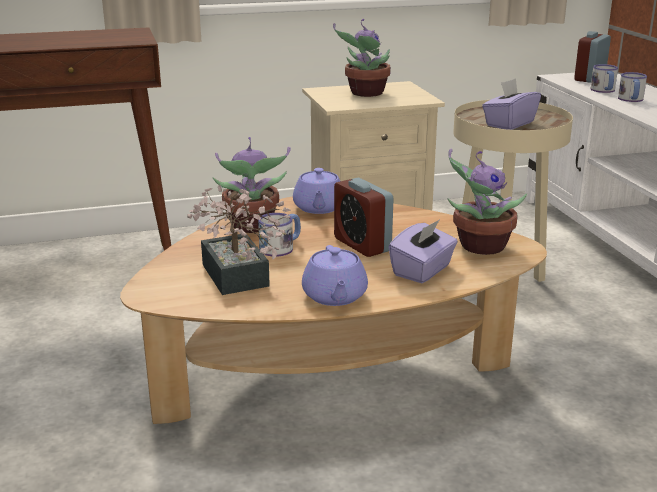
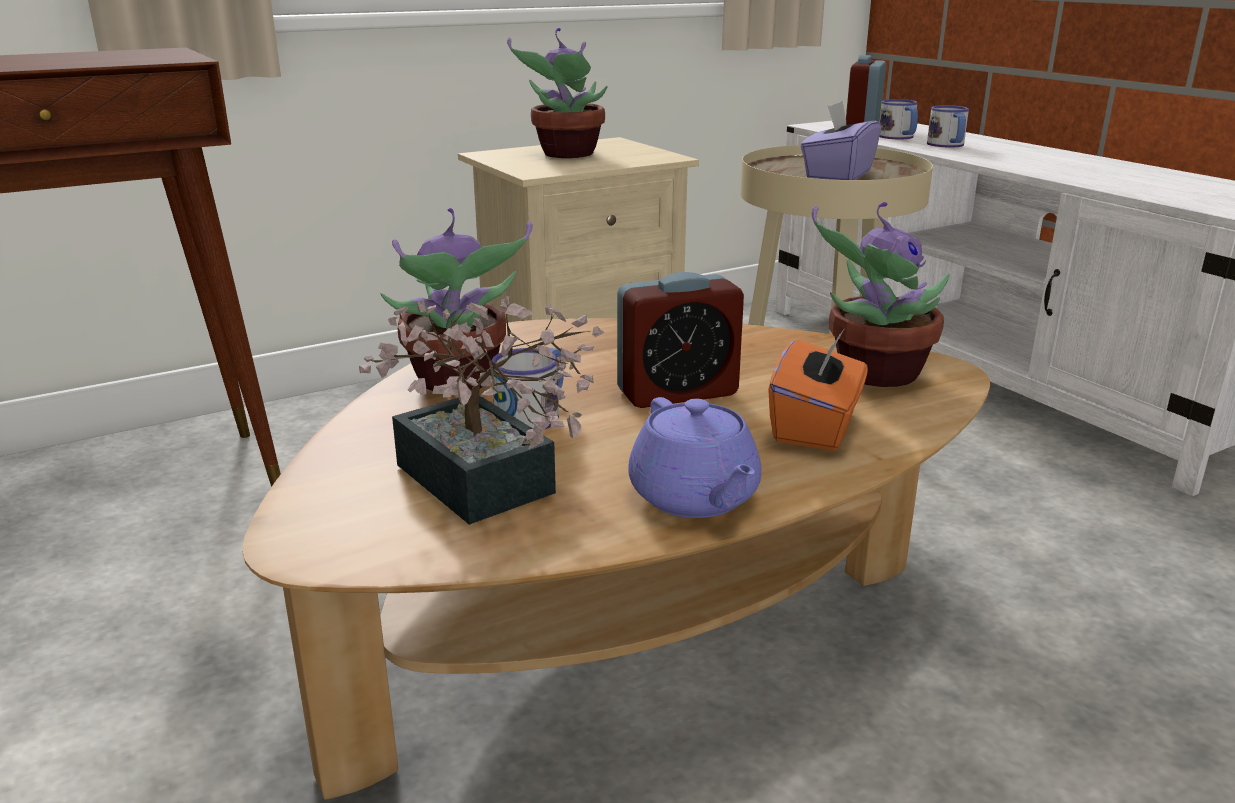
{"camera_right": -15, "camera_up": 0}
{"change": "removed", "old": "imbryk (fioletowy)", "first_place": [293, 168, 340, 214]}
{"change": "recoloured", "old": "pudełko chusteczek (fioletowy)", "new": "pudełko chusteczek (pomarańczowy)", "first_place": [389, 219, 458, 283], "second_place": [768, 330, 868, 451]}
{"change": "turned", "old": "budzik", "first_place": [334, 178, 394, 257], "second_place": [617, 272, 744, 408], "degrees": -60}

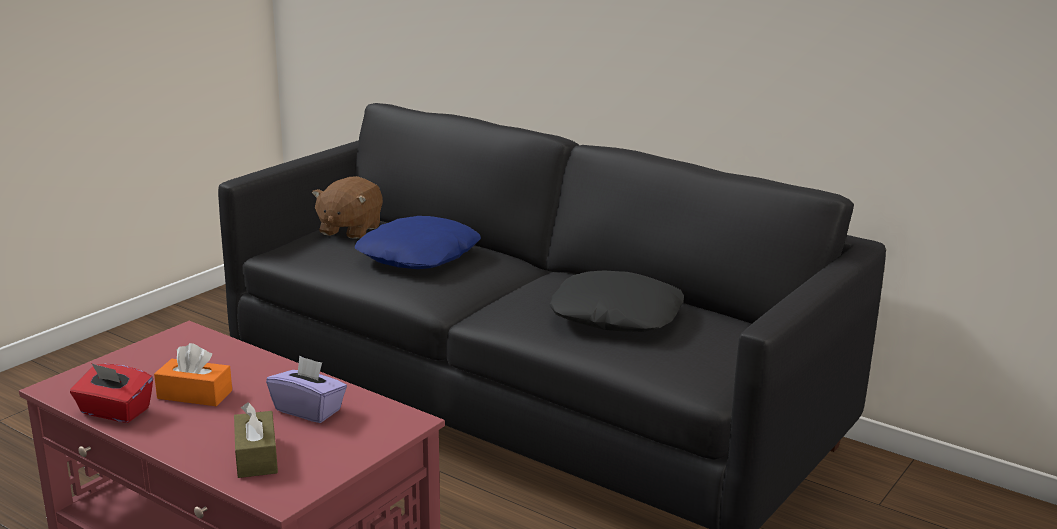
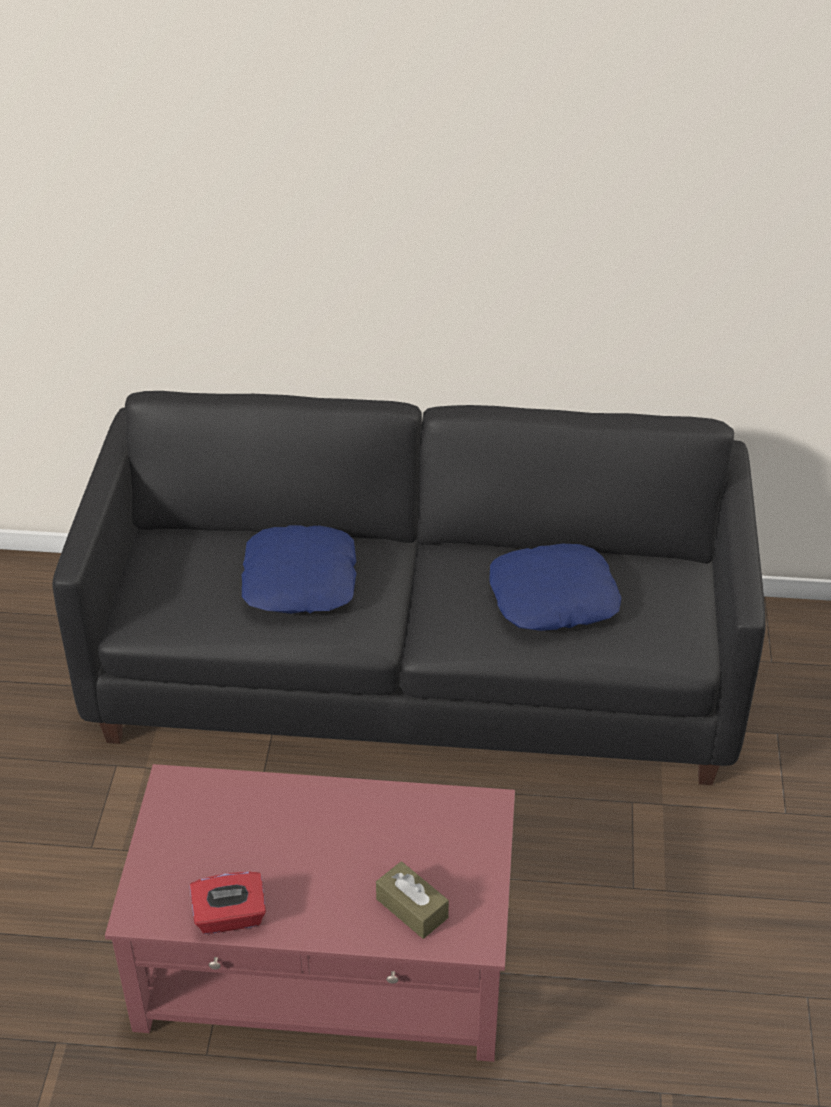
{"camera_right": -30, "camera_up": 20}
{"change": "removed", "old": "pudełko chusteczek (pomarańczowy)", "first_place": [154, 343, 232, 406]}
{"change": "removed", "old": "pudełko chusteczek (fioletowy)", "first_place": [266, 355, 347, 423]}
{"change": "removed", "old": "pluszak (brązowy)", "first_place": [312, 176, 383, 238]}
{"change": "recoloured", "old": "poduszka (czarny)", "new": "poduszka (niebieski)", "first_place": [549, 270, 684, 332], "second_place": [490, 544, 622, 631]}

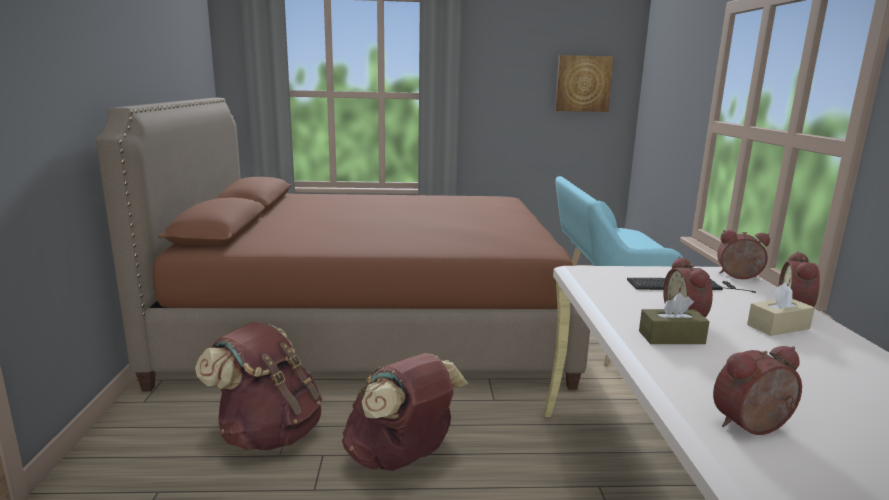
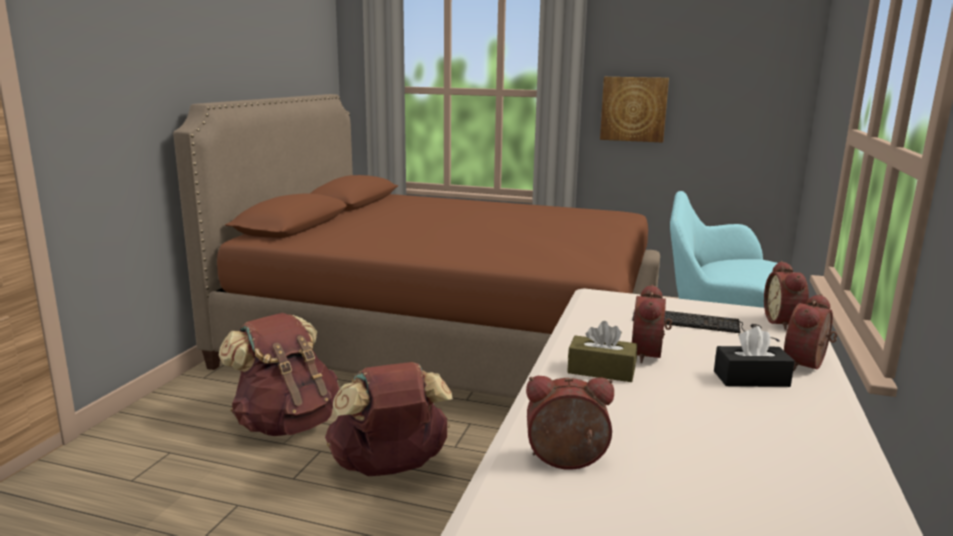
{"camera_right": 20, "camera_up": 0}
{"change": "moved", "old": "obraz", "first_place": [555, 55, 614, 112], "second_place": [600, 77, 669, 143]}
{"change": "recoloured", "old": "pudełko chusteczek (beżowy)", "new": "pudełko chusteczek (czarny)", "first_place": [747, 283, 815, 336], "second_place": [714, 326, 795, 387]}
{"change": "turned", "old": "budzik", "first_place": [717, 230, 770, 279], "second_place": [764, 261, 809, 330], "degrees": -120}

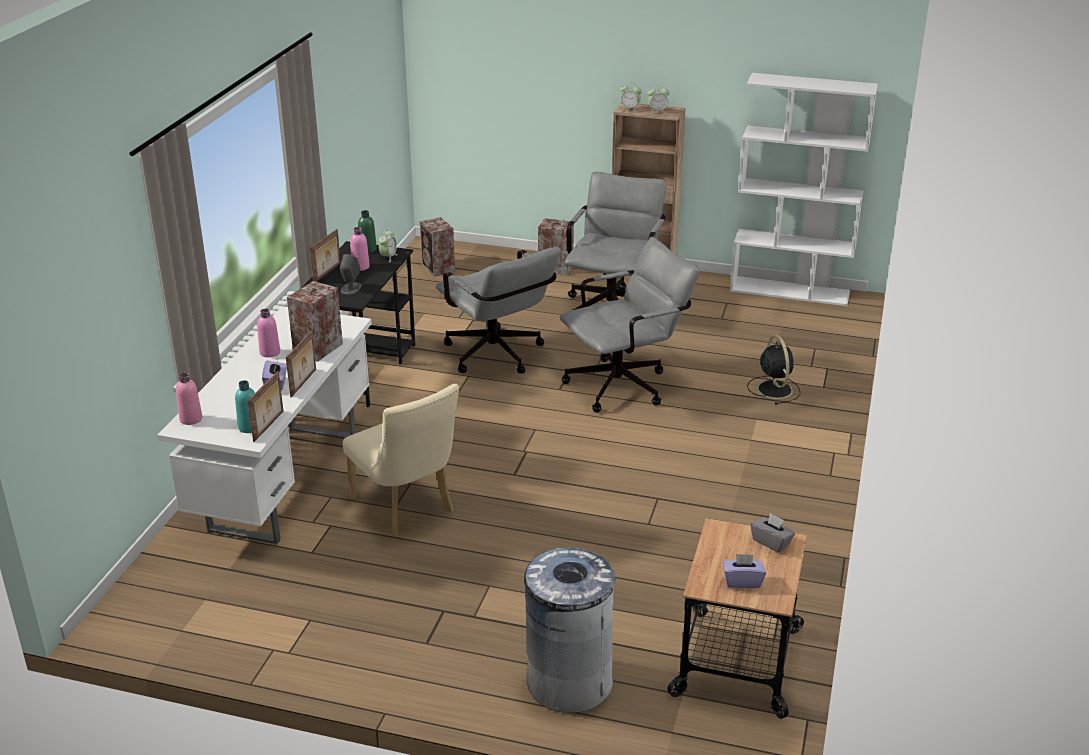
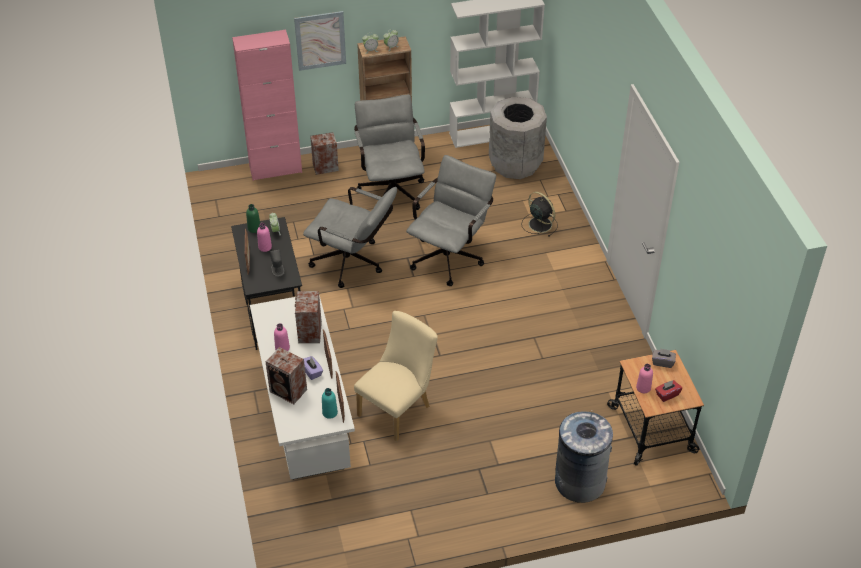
{"camera_right": -30, "camera_up": 15}
{"change": "added", "new": "szafka (różowy)", "second_place": [232, 30, 302, 181]}
{"change": "added", "new": "obraz", "second_place": [294, 11, 346, 71]}
{"change": "added", "new": "kosz na śmieci (szary)", "second_place": [489, 97, 547, 179]}
{"change": "moved", "old": "butelka (różowy)", "first_place": [176, 373, 202, 425], "second_place": [636, 364, 653, 393]}
{"change": "moved", "old": "głośnik", "first_place": [420, 217, 455, 276], "second_place": [266, 347, 307, 404]}
{"change": "recoloured", "old": "pudełko chusteczek (fioletowy)", "new": "pudełko chusteczek (czerwony)", "first_place": [723, 554, 766, 588], "second_place": [655, 380, 682, 402]}
{"change": "turned", "old": "krzesło (beżowy)", "first_place": [343, 384, 459, 536], "second_place": [354, 311, 438, 442], "degrees": -75}

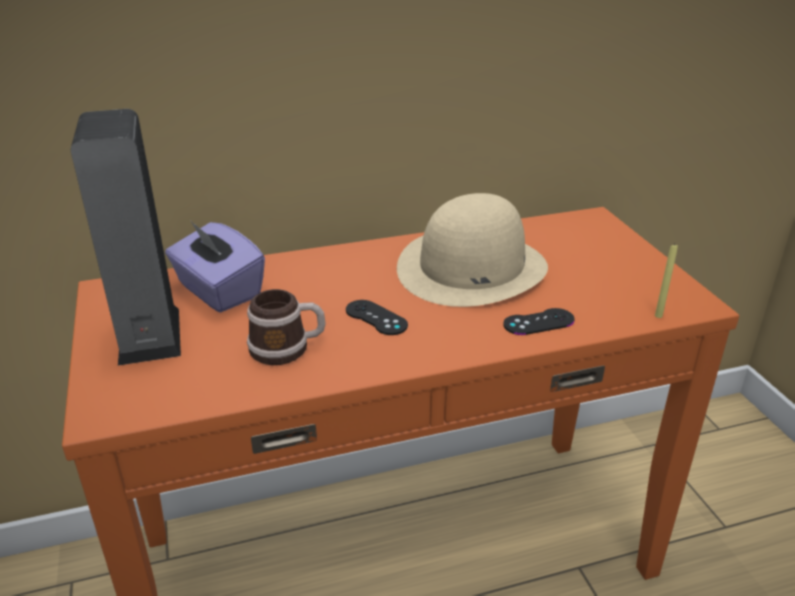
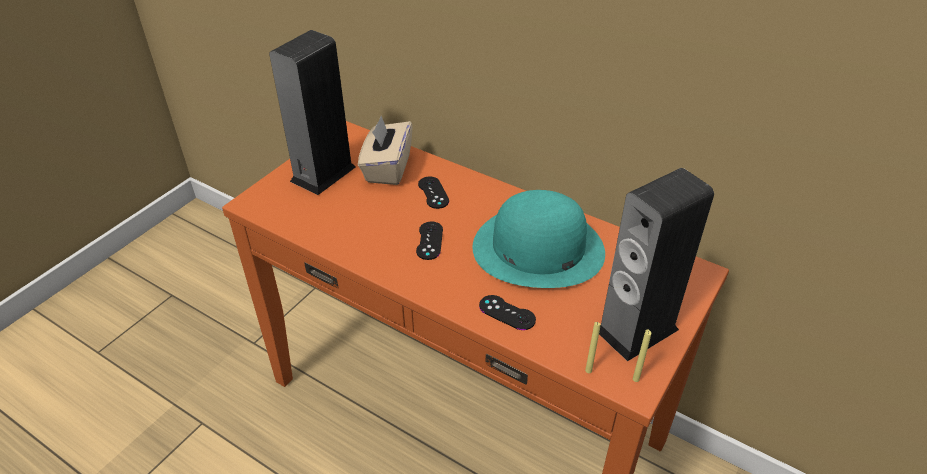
{"camera_right": 50, "camera_up": 10}
{"change": "removed", "old": "kubek", "first_place": [247, 289, 326, 365]}
{"change": "added", "new": "pad do gier (czarny)", "second_place": [418, 177, 449, 209]}
{"change": "added", "new": "głośnik", "second_place": [599, 168, 714, 361]}
{"change": "added", "new": "świeca (żółty)", "second_place": [633, 329, 651, 382]}
{"change": "recoloured", "old": "pudełko chusteczek (fioletowy)", "new": "pudełko chusteczek (beżowy)", "first_place": [165, 220, 265, 312], "second_place": [358, 116, 413, 185]}
{"change": "recoloured", "old": "kapelusz (beżowy)", "new": "kapelusz (turkusowy)", "first_place": [397, 193, 548, 307], "second_place": [473, 190, 605, 288]}

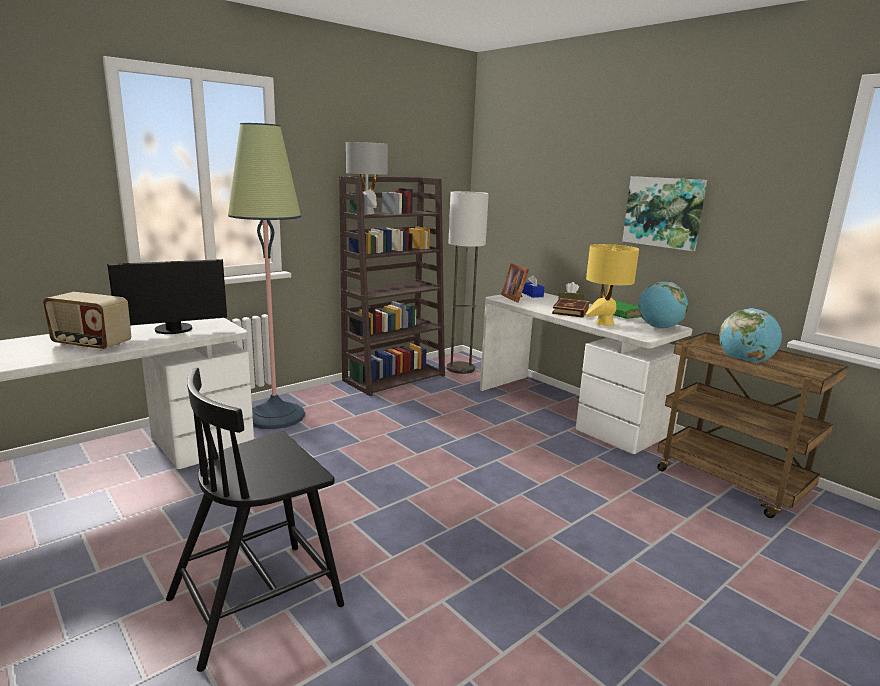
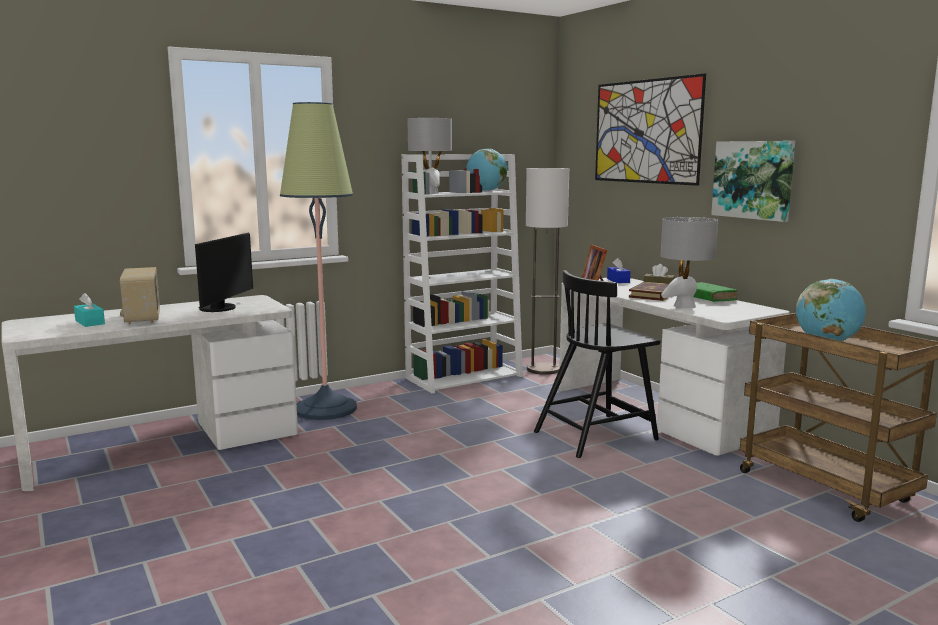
{"camera_right": 10, "camera_up": -5}
{"change": "added", "new": "pudełko chusteczek (turkusowy)", "second_place": [74, 293, 105, 327]}
{"change": "added", "new": "obraz", "second_place": [595, 74, 706, 186]}
{"change": "moved", "old": "krzesło (czarny)", "first_place": [166, 368, 344, 672], "second_place": [534, 270, 660, 458]}
{"change": "moved", "old": "globus", "first_place": [638, 282, 688, 329], "second_place": [466, 149, 507, 191]}
{"change": "recoloured", "old": "regał (brązowy)", "new": "regał (biały)", "first_place": [339, 176, 445, 396], "second_place": [401, 154, 523, 394]}
{"change": "recoloured", "old": "lampa stołowa (żółty)", "new": "lampa stołowa (szary)", "first_place": [586, 244, 639, 326], "second_place": [661, 217, 718, 308]}
{"change": "turned", "old": "radio", "first_place": [43, 292, 131, 351], "second_place": [120, 267, 160, 325], "degrees": 45}
{"change": "turned", "old": "monitor", "first_place": [107, 259, 227, 334], "second_place": [195, 233, 253, 312], "degrees": -60}

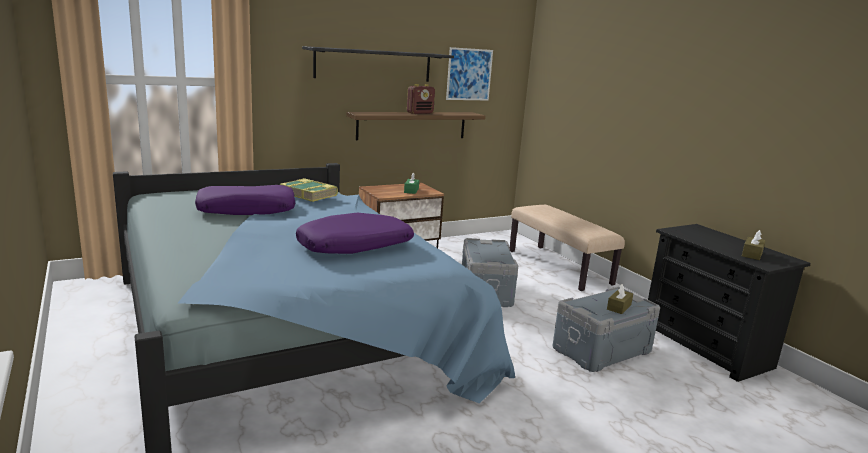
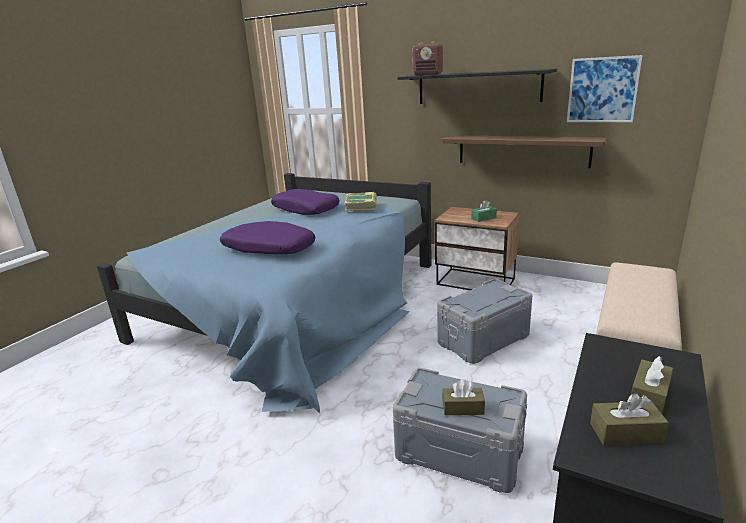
{"camera_right": 60, "camera_up": 5}
{"change": "added", "new": "pudełko chusteczek (brązowy)", "second_place": [631, 356, 673, 415]}
{"change": "moved", "old": "radio", "first_place": [407, 84, 435, 114], "second_place": [413, 41, 443, 76]}

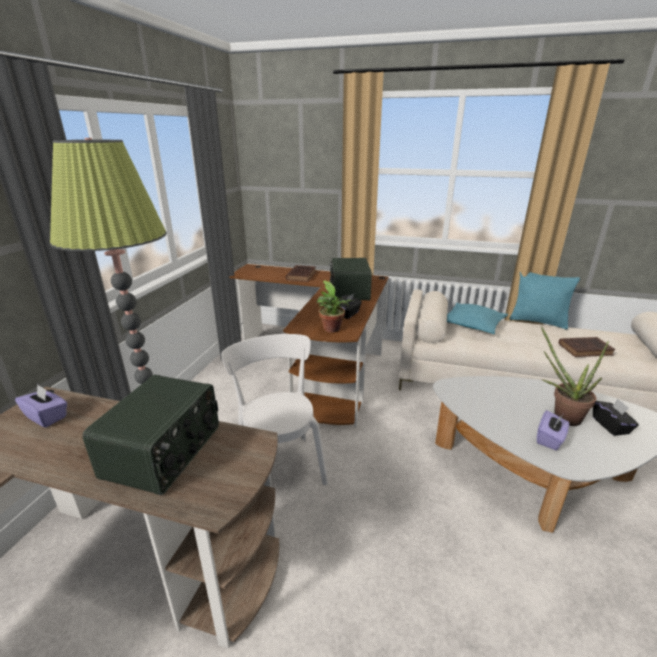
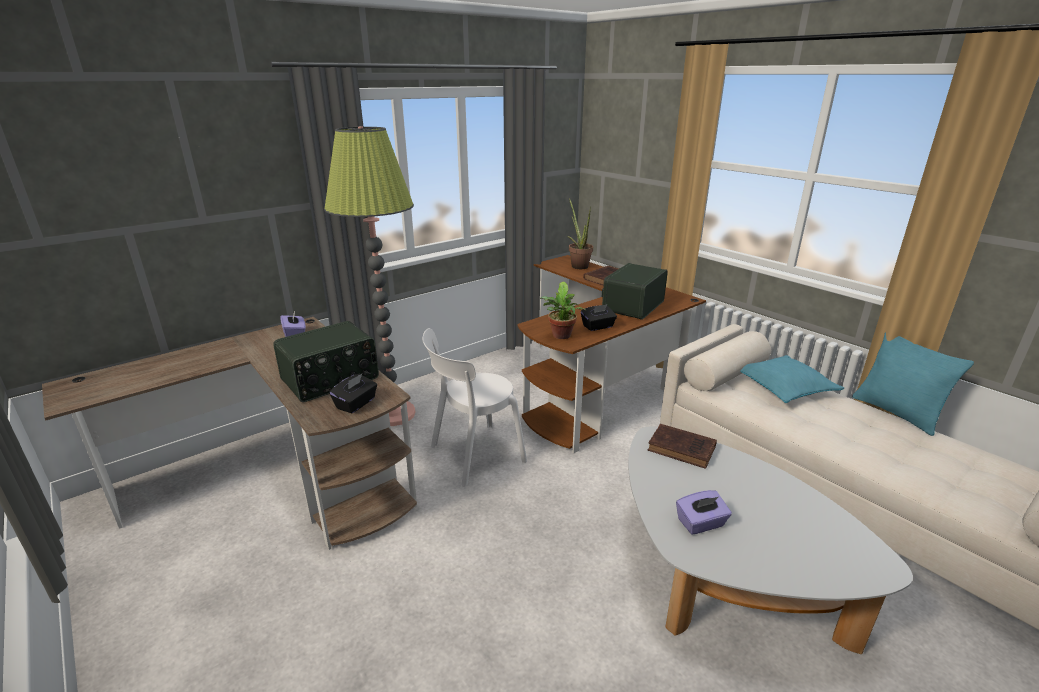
{"camera_right": 35, "camera_up": 0}
{"change": "moved", "old": "roślina doniczkowa", "first_place": [541, 326, 609, 426], "second_place": [568, 198, 593, 269]}
{"change": "moved", "old": "książka (brązowy)", "first_place": [559, 337, 615, 357], "second_place": [648, 424, 717, 469]}
{"change": "moved", "old": "pudełko chusteczek (czarny)", "first_place": [593, 399, 639, 436], "second_place": [329, 374, 377, 413]}
{"change": "turned", "old": "krzesło (biały)", "first_place": [222, 334, 328, 485], "second_place": [423, 328, 527, 487], "degrees": -135}

